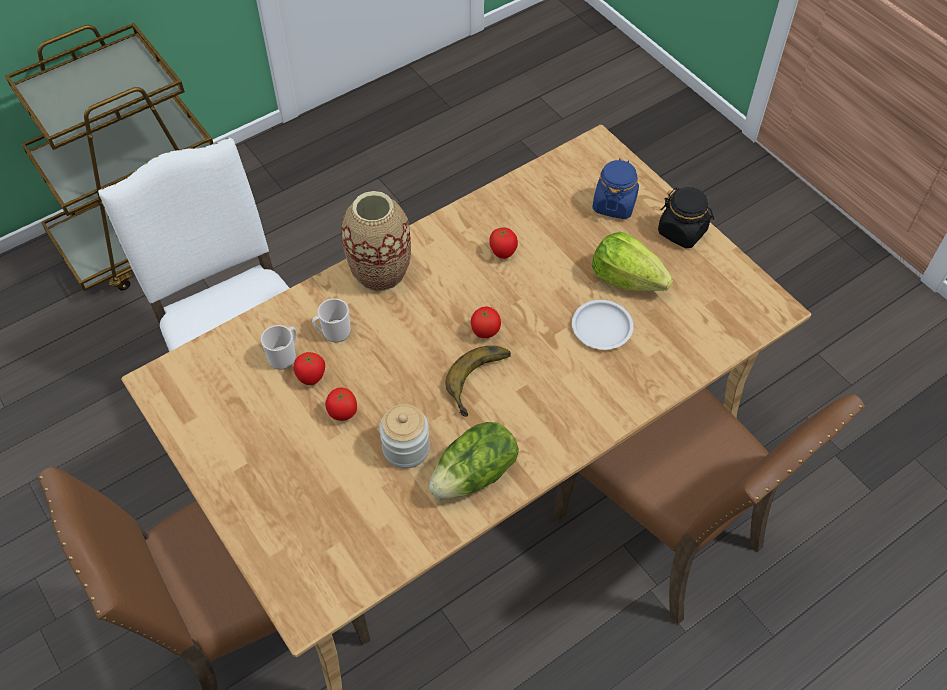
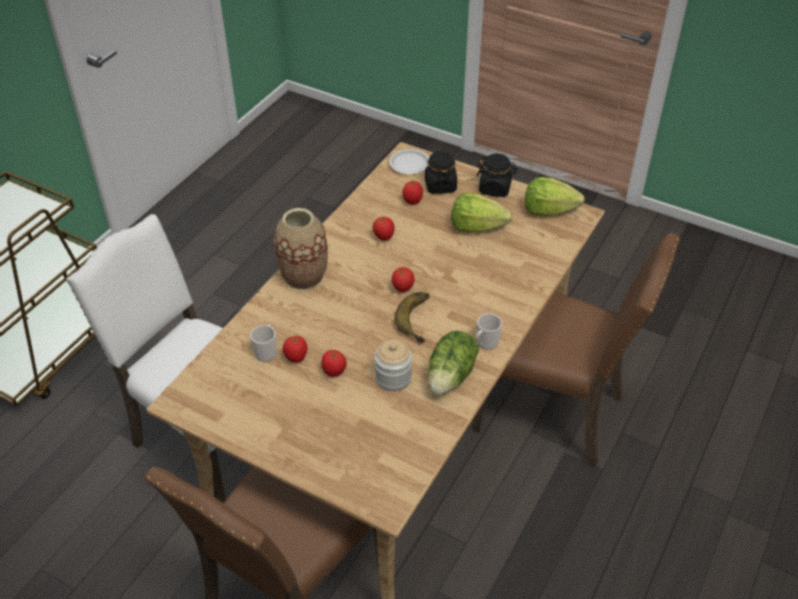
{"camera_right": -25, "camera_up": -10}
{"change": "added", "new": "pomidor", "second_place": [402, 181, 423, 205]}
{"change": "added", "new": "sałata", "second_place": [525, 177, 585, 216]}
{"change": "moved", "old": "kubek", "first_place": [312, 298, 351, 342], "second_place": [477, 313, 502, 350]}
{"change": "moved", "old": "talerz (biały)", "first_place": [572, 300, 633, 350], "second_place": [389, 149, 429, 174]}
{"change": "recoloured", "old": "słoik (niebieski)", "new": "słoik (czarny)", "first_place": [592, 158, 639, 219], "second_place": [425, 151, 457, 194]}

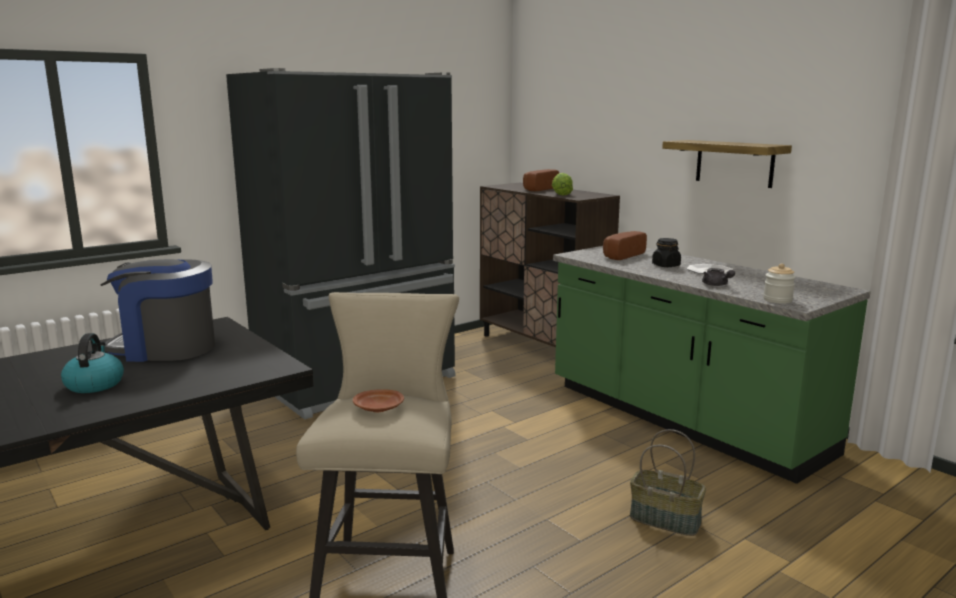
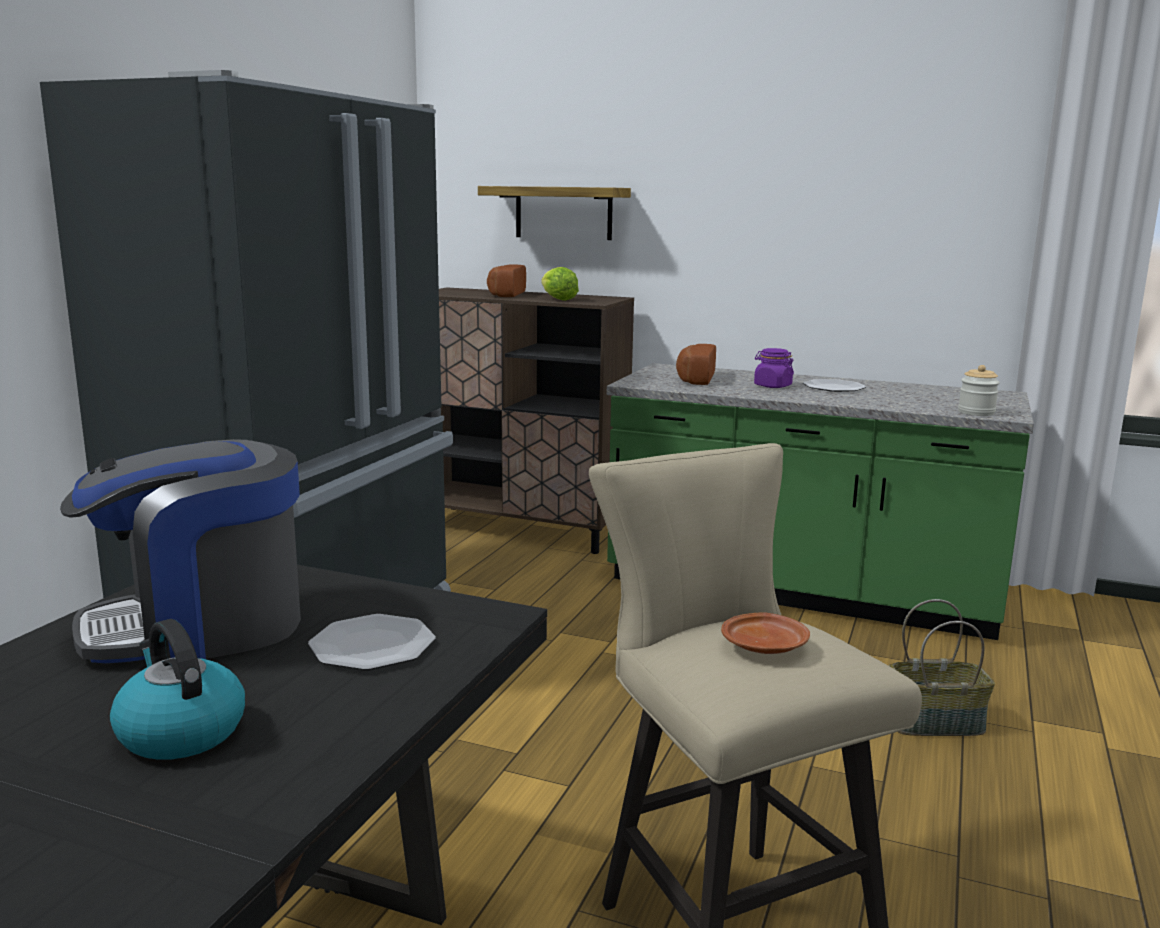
{"camera_right": -30, "camera_up": 0}
{"change": "removed", "old": "imbryk (szary)", "first_place": [702, 268, 735, 286]}
{"change": "added", "new": "talerz", "second_place": [308, 614, 436, 670]}
{"change": "moved", "old": "półka", "first_place": [662, 140, 792, 188], "second_place": [478, 186, 631, 240]}
{"change": "recoloured", "old": "słoik (czarny)", "new": "słoik (fioletowy)", "first_place": [652, 238, 681, 267], "second_place": [754, 348, 794, 388]}

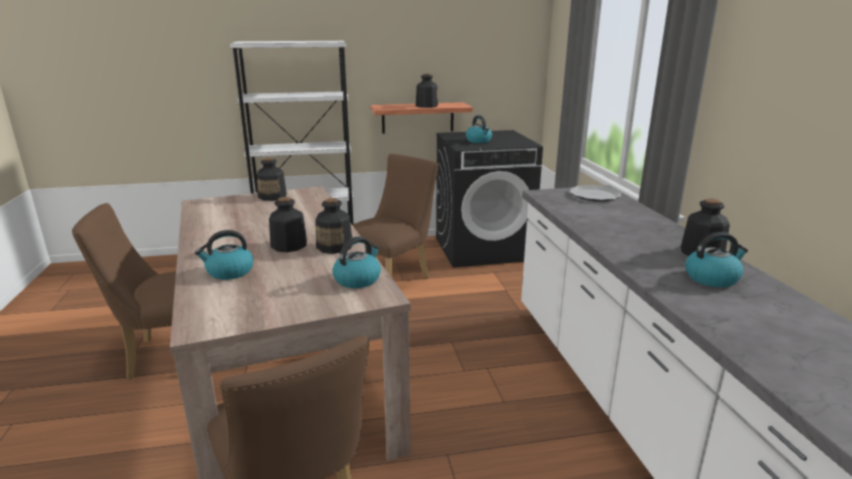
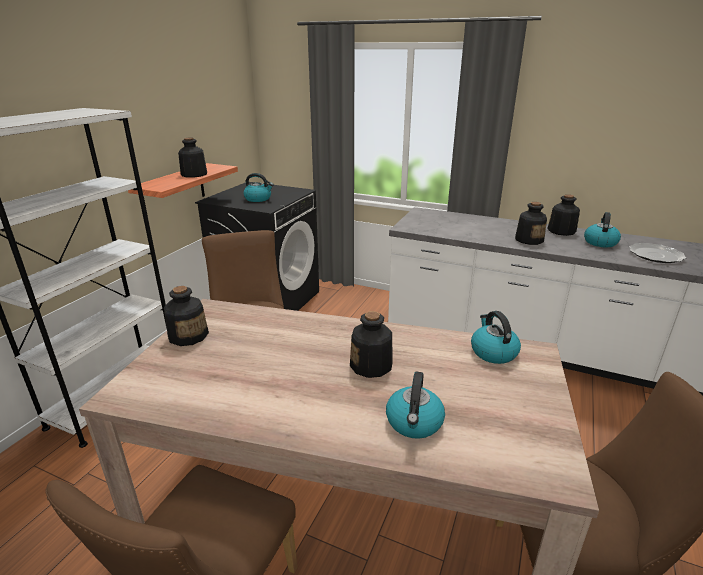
{"camera_right": -55, "camera_up": 5}
{"change": "moved", "old": "butelka", "first_place": [315, 198, 352, 254], "second_place": [515, 202, 547, 245]}
{"change": "moved", "old": "talerz", "first_place": [570, 185, 621, 202], "second_place": [629, 243, 686, 263]}

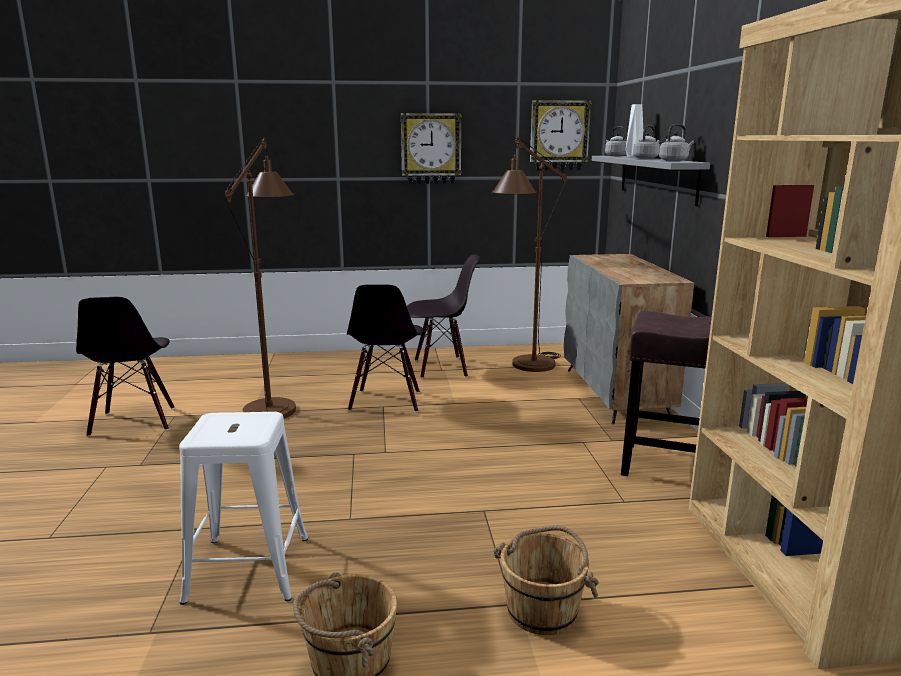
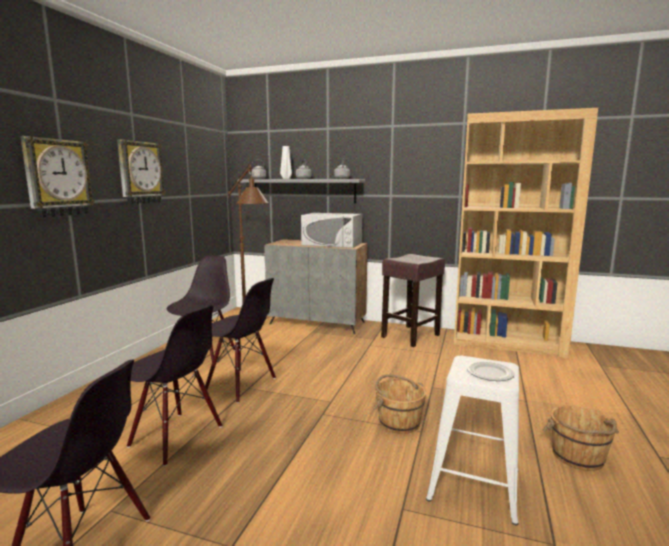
{"camera_right": -65, "camera_up": -5}
{"change": "added", "new": "mikrofalówka (biały)", "second_place": [301, 213, 362, 248]}
{"change": "added", "new": "talerz", "second_place": [467, 361, 515, 381]}
{"change": "moved", "old": "wiadro (brązowy)", "first_place": [493, 526, 599, 635], "second_place": [374, 374, 426, 434]}
{"change": "moved", "old": "zegar ścienny", "first_place": [530, 100, 592, 170], "second_place": [20, 136, 95, 218]}
{"change": "replaced", "old": "lampa stojąca (brązowy)", "new": "krzesło (czarny)", "first_place": [225, 137, 296, 418], "second_place": [127, 305, 222, 466]}

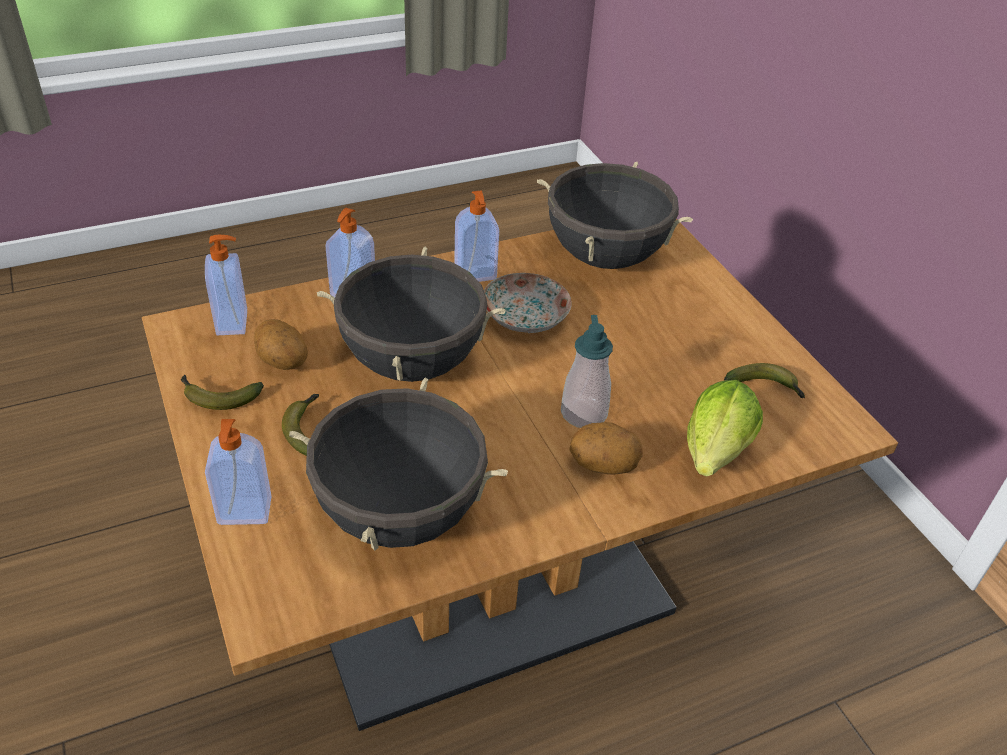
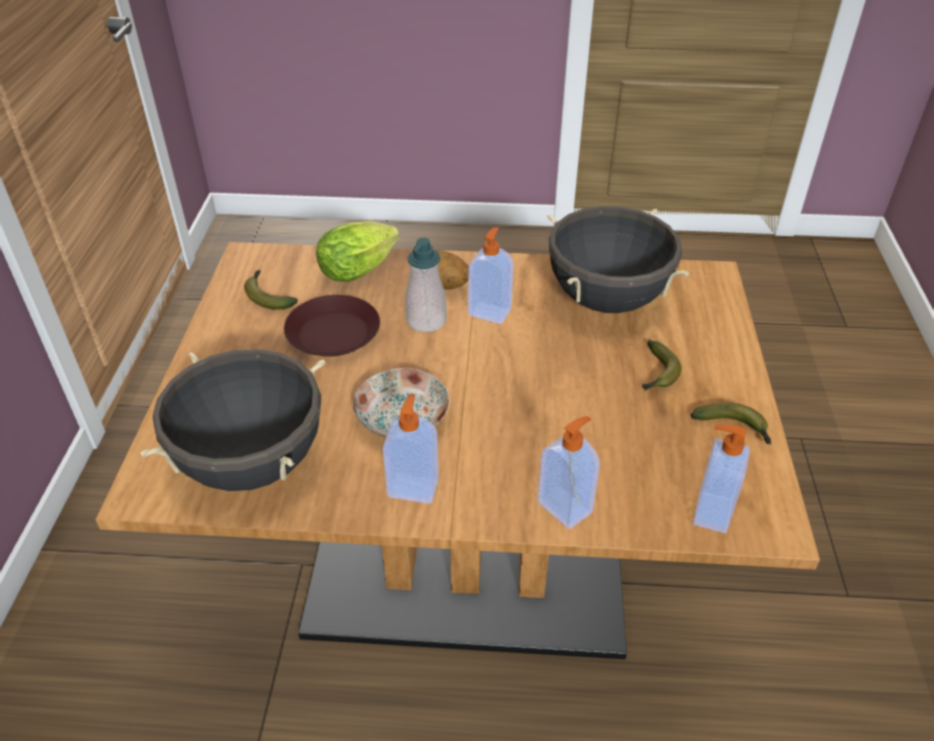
{"camera_right": -150, "camera_up": 0}
{"change": "removed", "old": "ziemniak", "first_place": [254, 319, 308, 370]}
{"change": "removed", "old": "garnek (czarny)", "first_place": [317, 247, 506, 382]}
{"change": "added", "new": "talerz (brązowy)", "second_place": [284, 295, 380, 357]}
{"change": "moved", "old": "dozownik mydła", "first_place": [205, 419, 272, 525], "second_place": [468, 227, 514, 324]}

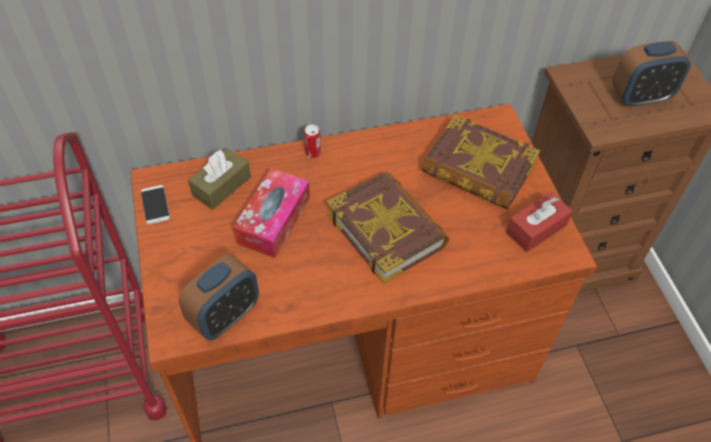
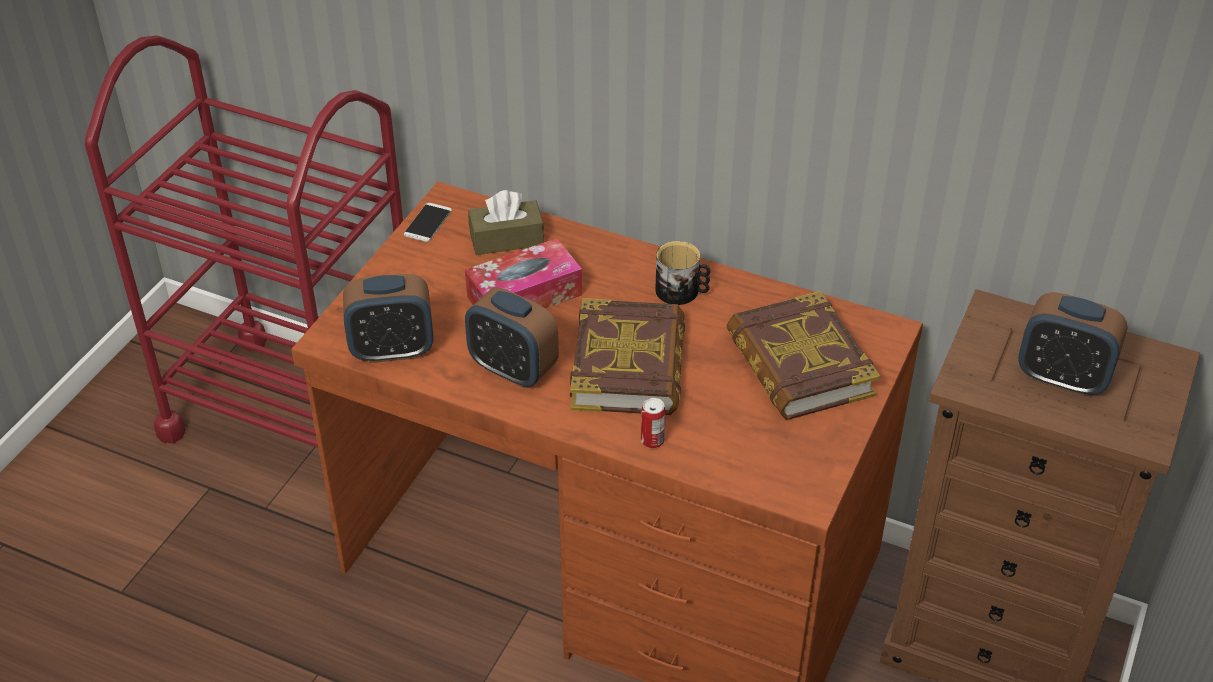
{"camera_right": 40, "camera_up": -10}
{"change": "removed", "old": "pudełko chusteczek (czerwony)", "first_place": [506, 192, 573, 252]}
{"change": "added", "new": "budzik", "second_place": [465, 287, 559, 388]}
{"change": "added", "new": "kubek", "second_place": [655, 241, 711, 305]}
{"change": "moved", "old": "puszka", "first_place": [304, 125, 321, 158], "second_place": [641, 398, 666, 448]}

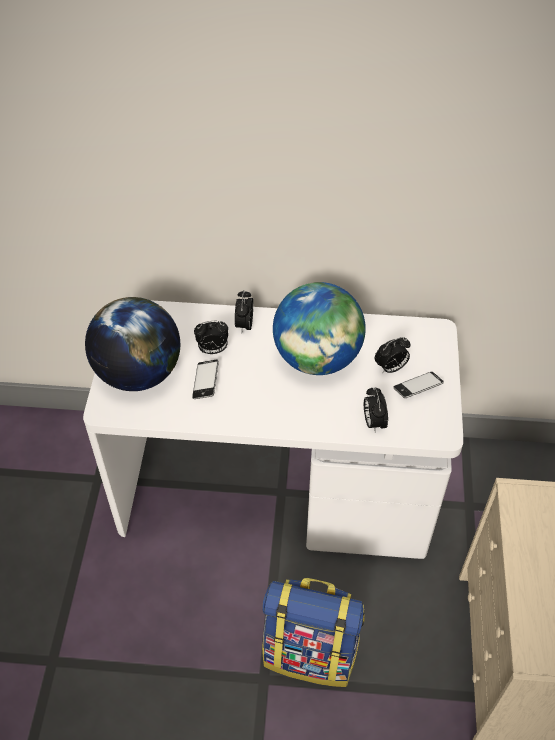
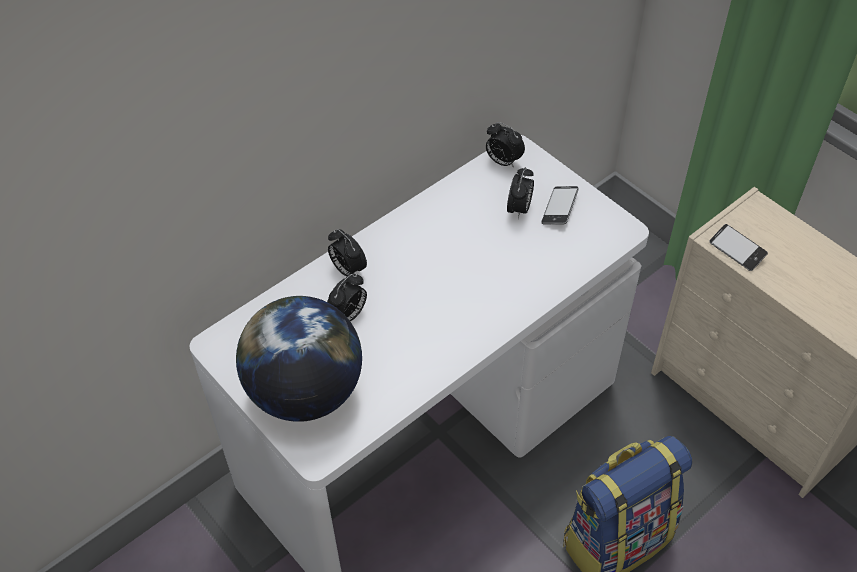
{"camera_right": -45, "camera_up": 0}
{"change": "removed", "old": "globus", "first_place": [273, 282, 366, 375]}
{"change": "moved", "old": "telefon", "first_place": [192, 359, 219, 399], "second_place": [709, 224, 768, 271]}
{"change": "moved", "old": "budzik", "first_place": [364, 388, 388, 431], "second_place": [486, 122, 525, 168]}

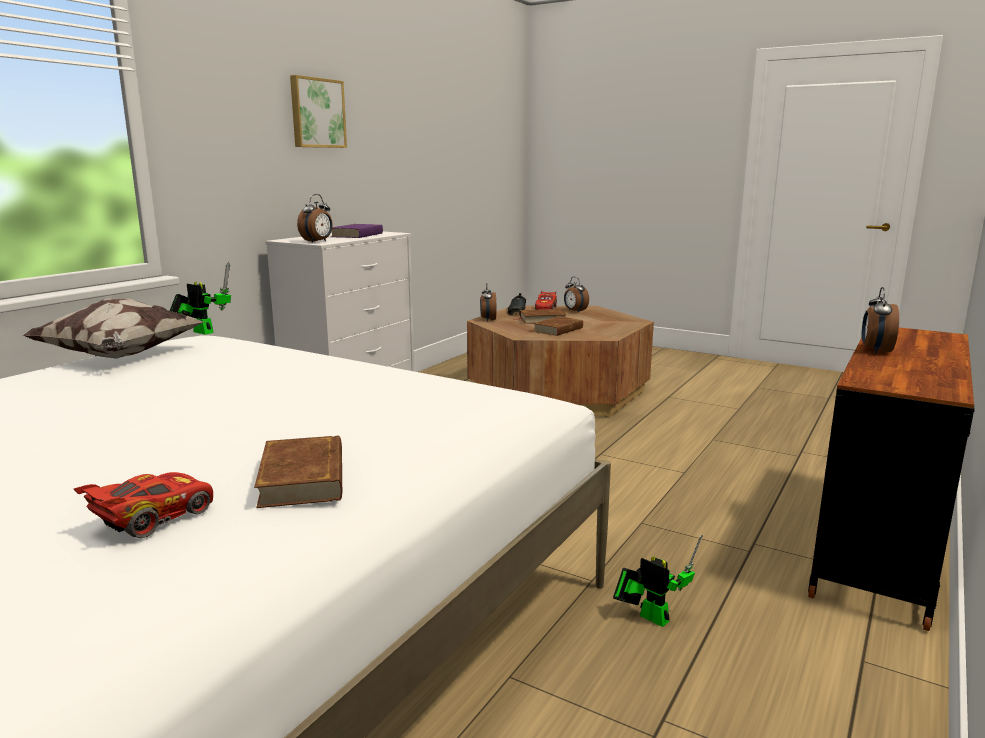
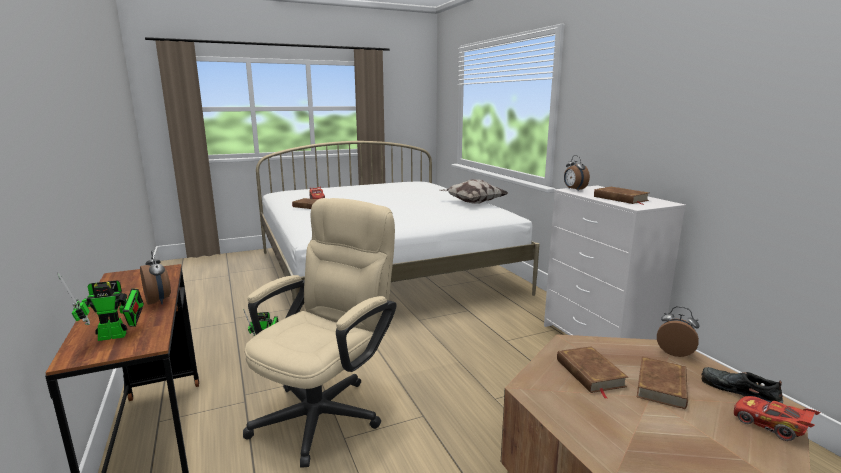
{"camera_right": 125, "camera_up": 0}
{"change": "removed", "old": "obraz", "first_place": [290, 75, 347, 148]}
{"change": "removed", "old": "budzik", "first_place": [564, 277, 589, 312]}
{"change": "added", "new": "krzesło biurowe (beżowy)", "second_place": [243, 198, 397, 468]}
{"change": "moved", "old": "robot zabawkowy", "first_place": [170, 262, 231, 335], "second_place": [57, 273, 144, 341]}
{"change": "recoloured", "old": "książka (fioletowy)", "new": "książka (brązowy)", "first_place": [331, 224, 383, 238], "second_place": [594, 187, 649, 205]}

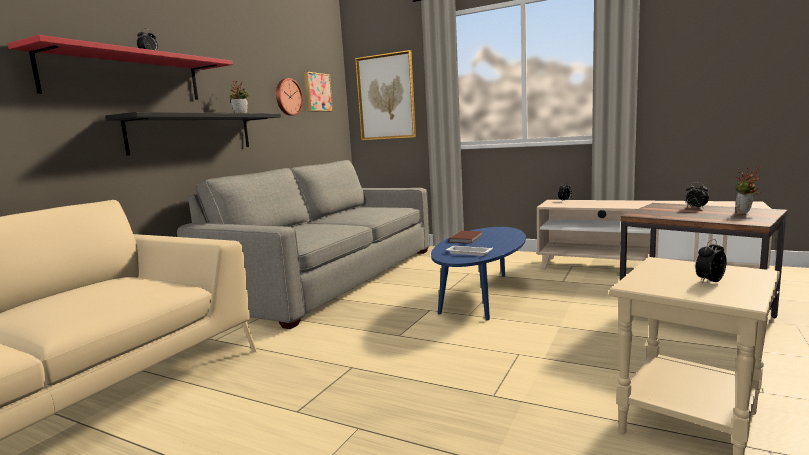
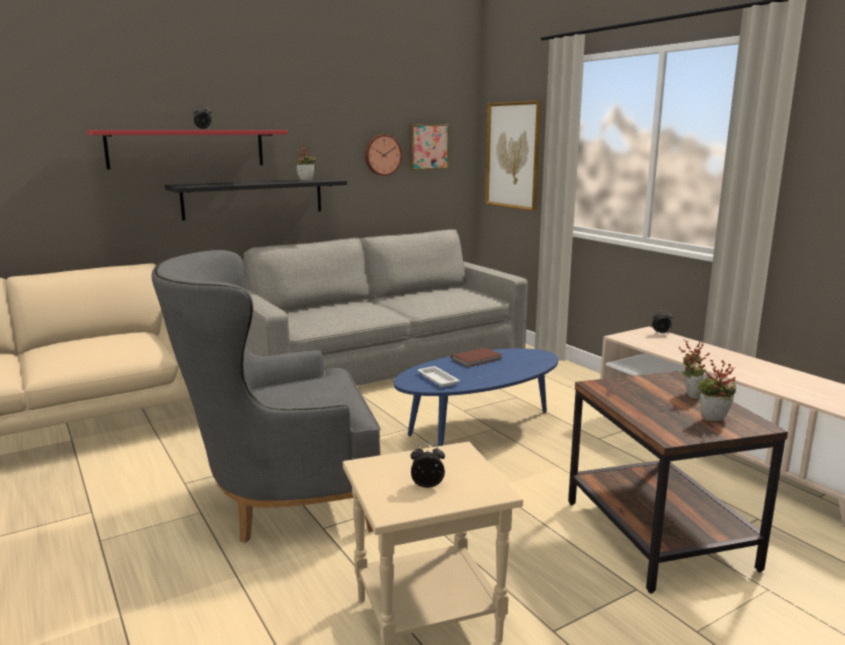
{"camera_right": 30, "camera_up": 5}
{"change": "added", "new": "fotel (szary)", "second_place": [151, 250, 381, 543]}
{"change": "replaced", "old": "budzik", "new": "roślina doniczkowa", "first_place": [686, 182, 709, 209], "second_place": [679, 339, 710, 399]}

